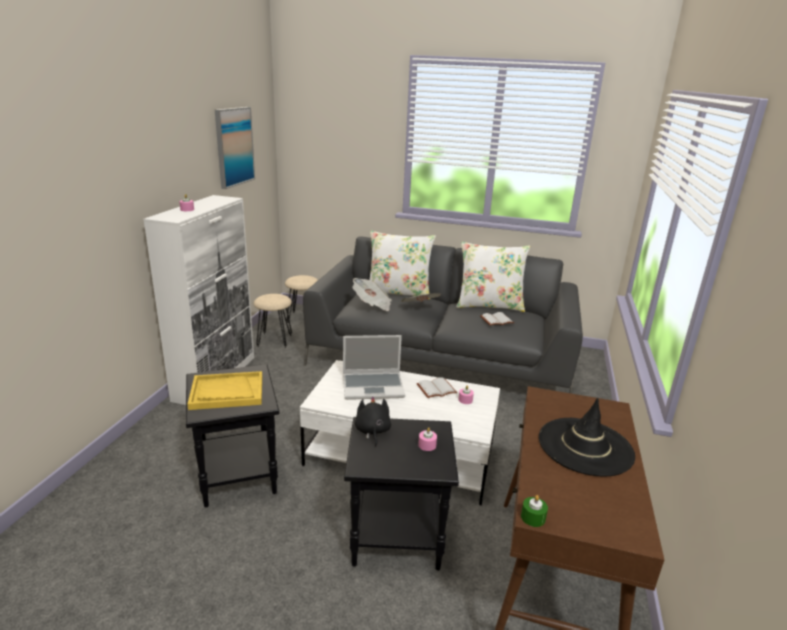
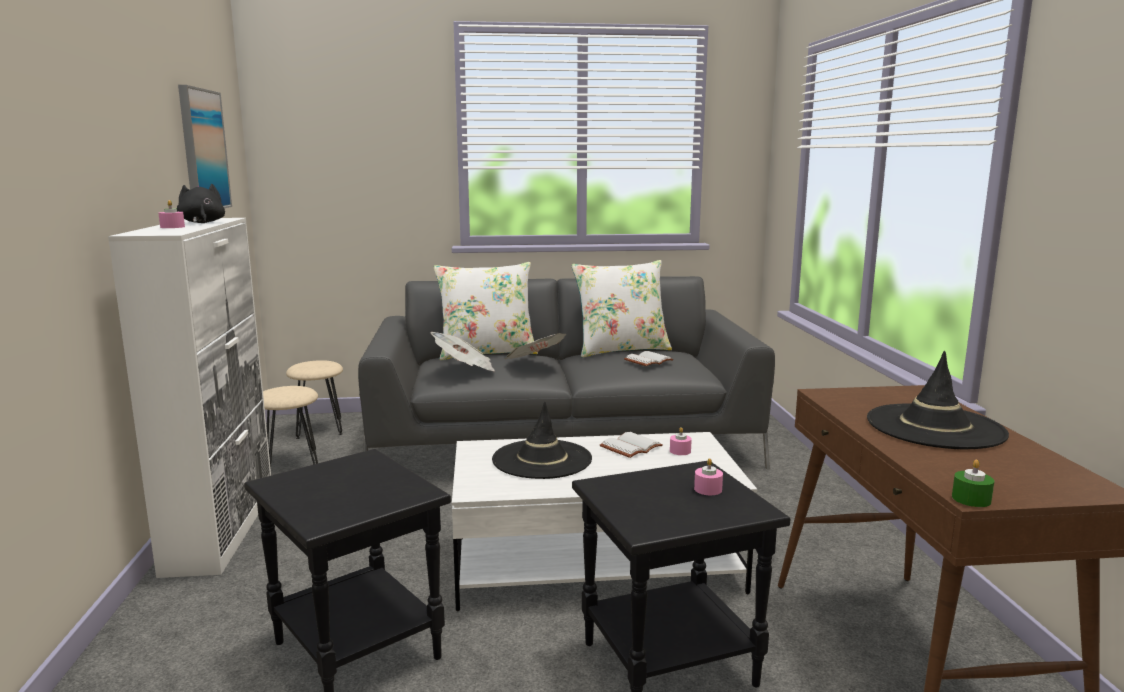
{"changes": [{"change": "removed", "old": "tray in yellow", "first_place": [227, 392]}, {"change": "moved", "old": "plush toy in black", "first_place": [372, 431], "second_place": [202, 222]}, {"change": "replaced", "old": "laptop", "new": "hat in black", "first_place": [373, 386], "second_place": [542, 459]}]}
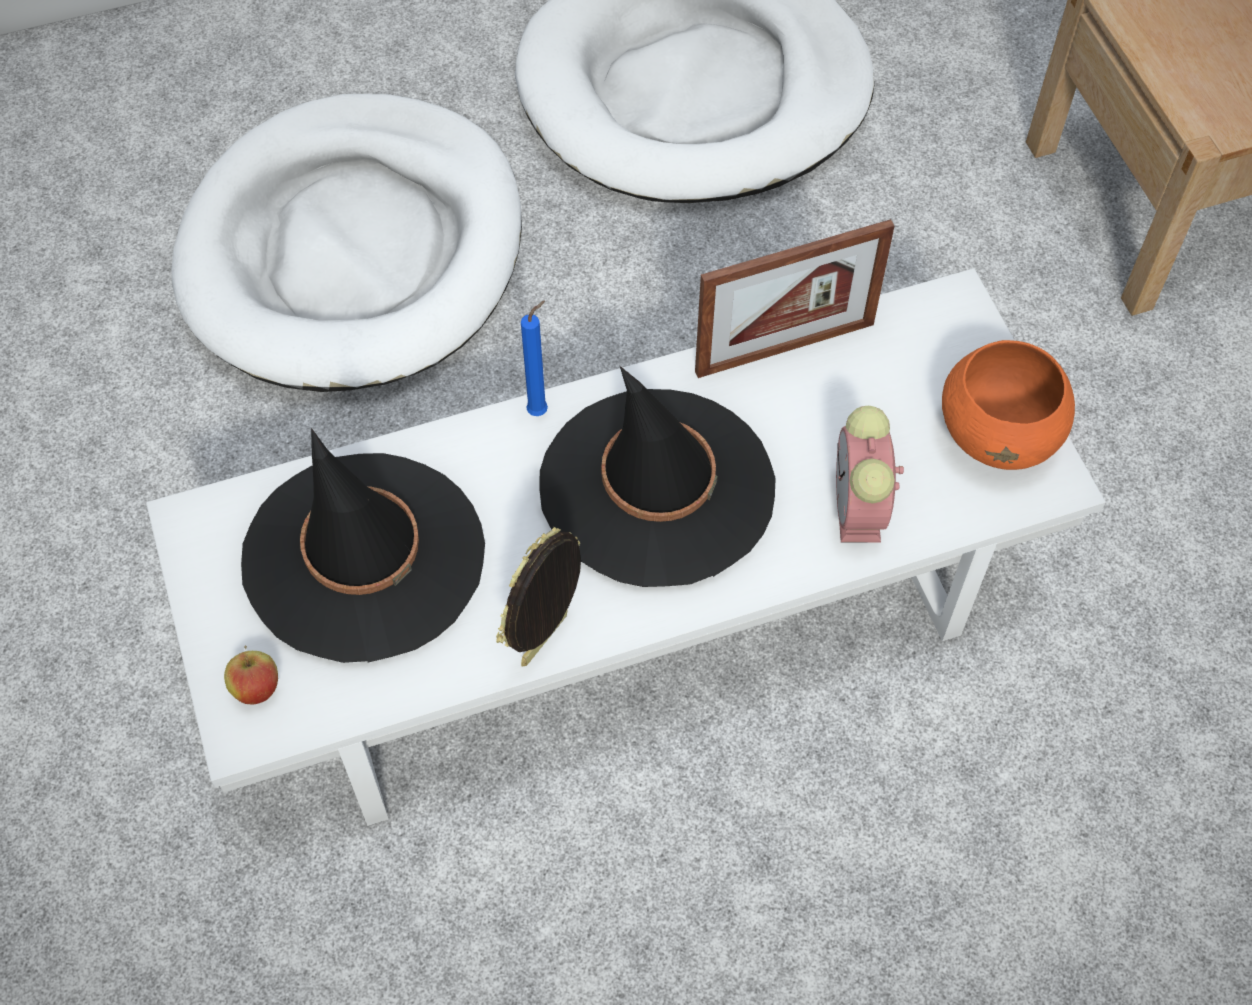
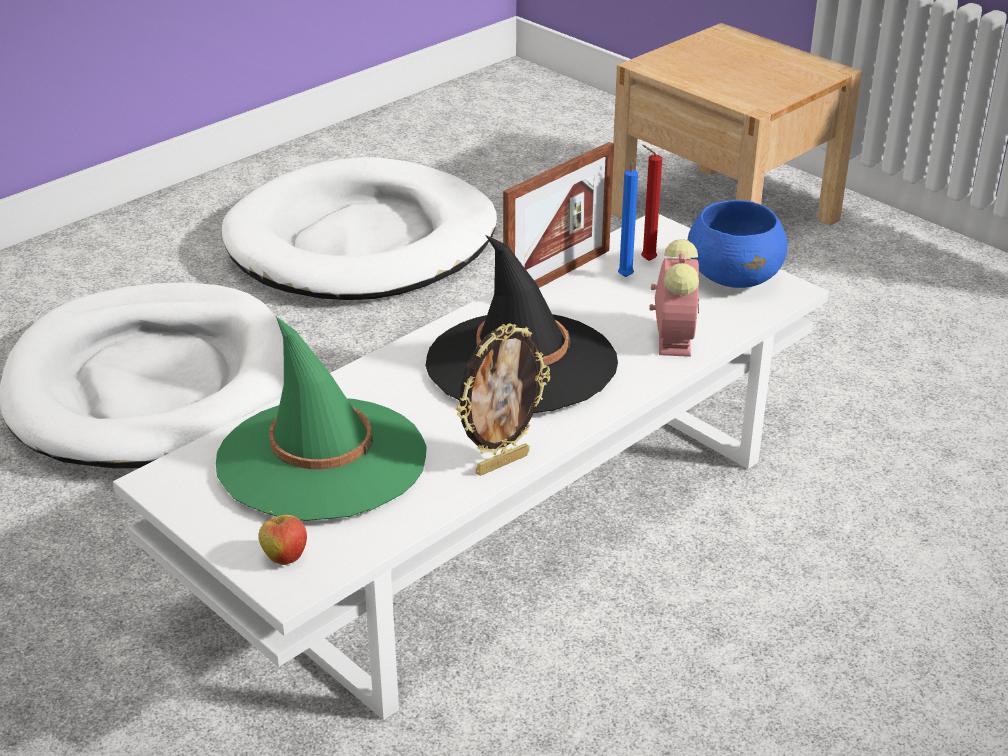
{"changes": [{"change": "added", "new": "candle in red", "second_place": [646, 260]}, {"change": "moved", "old": "candle in blue", "first_place": [540, 410], "second_place": [626, 276]}, {"change": "recoloured", "old": "hat in black", "new": "hat in green", "first_place": [364, 556], "second_place": [322, 459]}, {"change": "recoloured", "old": "bowl in orange", "new": "bowl in blue", "first_place": [999, 433], "second_place": [734, 278]}, {"change": "turned", "old": "picture frame", "first_place": [547, 641], "second_place": [501, 463], "degrees": -135}, {"change": "turned", "old": "alarm clock", "first_place": [859, 511], "second_place": [673, 337], "degrees": -150}]}
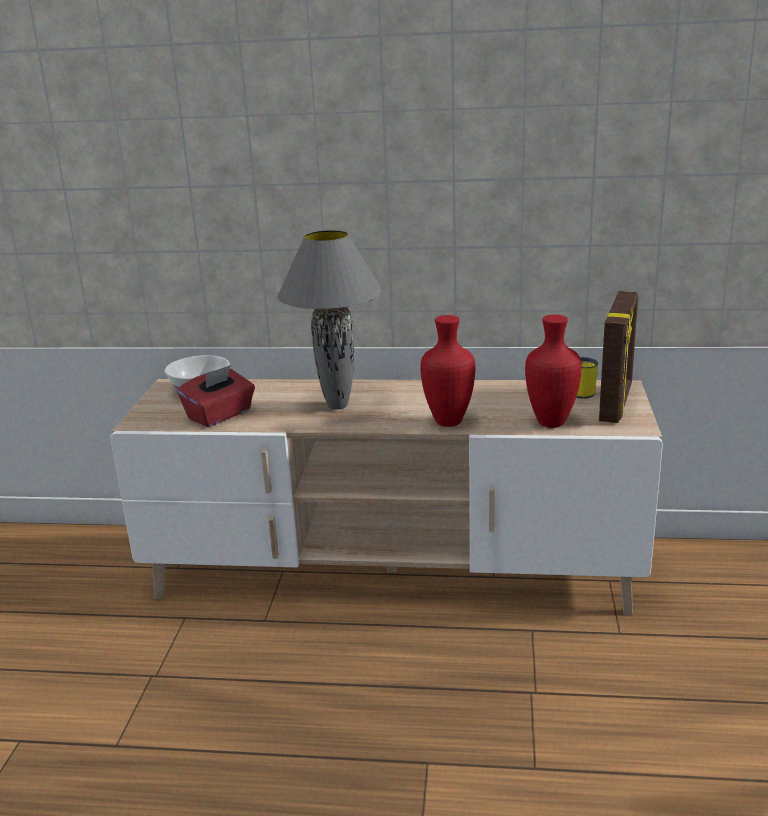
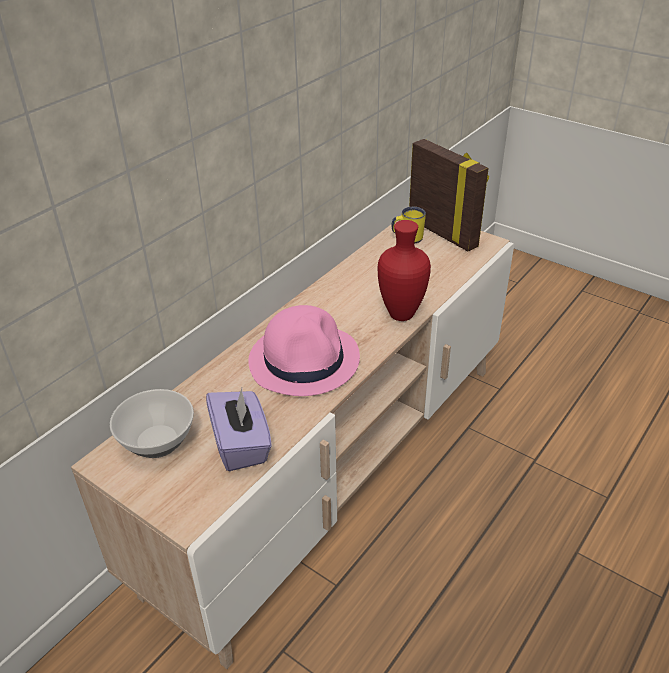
{"changes": [{"change": "removed", "old": "vase in red", "first_place": [550, 424]}, {"change": "replaced", "old": "table lamp in grey", "new": "hat in pink", "first_place": [338, 406], "second_place": [305, 359]}, {"change": "recoloured", "old": "tissue box in red", "new": "tissue box in purple", "first_place": [220, 415], "second_place": [241, 445]}]}
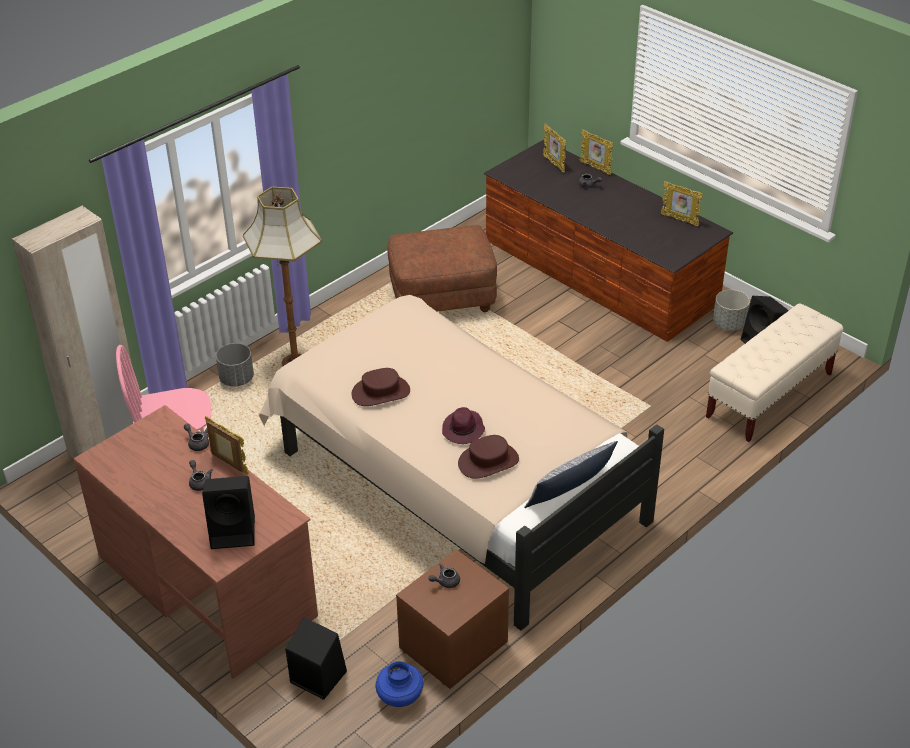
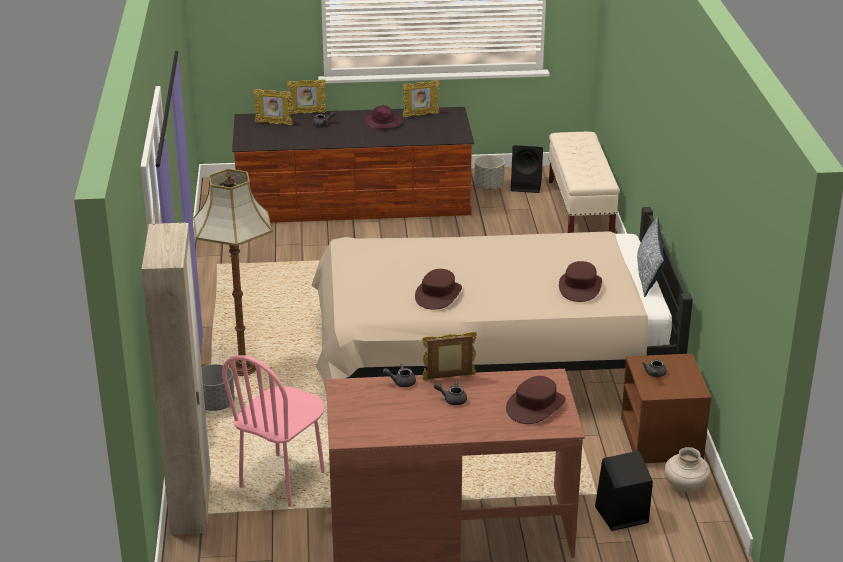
{"changes": [{"change": "removed", "old": "ottoman in brown", "first_place": [443, 298]}, {"change": "moved", "old": "hat in purple", "first_place": [463, 430], "second_place": [383, 123]}, {"change": "replaced", "old": "speaker in black", "new": "hat in brown", "first_place": [234, 531], "second_place": [535, 406]}, {"change": "recoloured", "old": "vase in blue", "new": "vase in beige", "first_place": [400, 697], "second_place": [685, 486]}]}
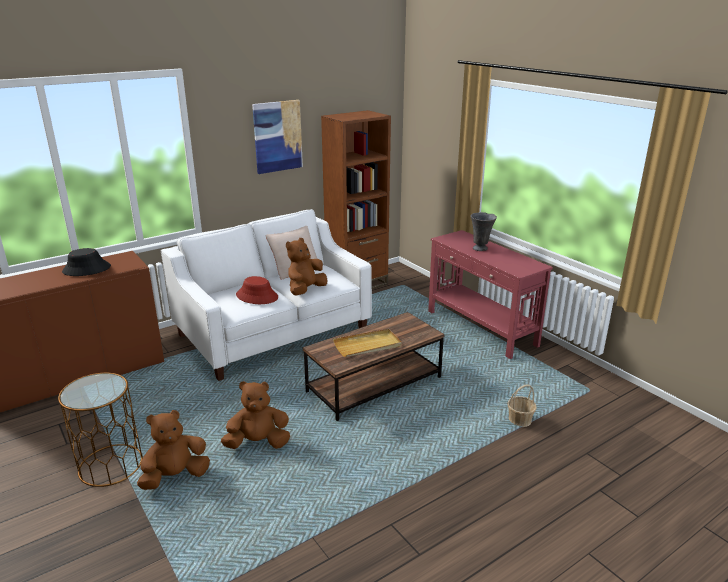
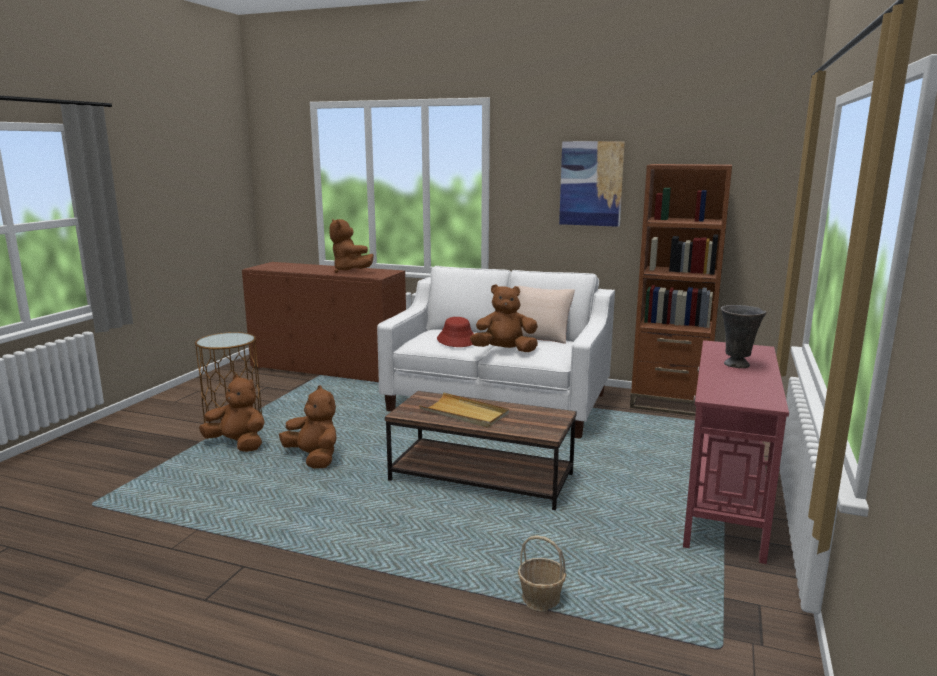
{"changes": [{"change": "replaced", "old": "hat in black", "new": "plush toy in brown", "first_place": [86, 269], "second_place": [350, 271]}]}
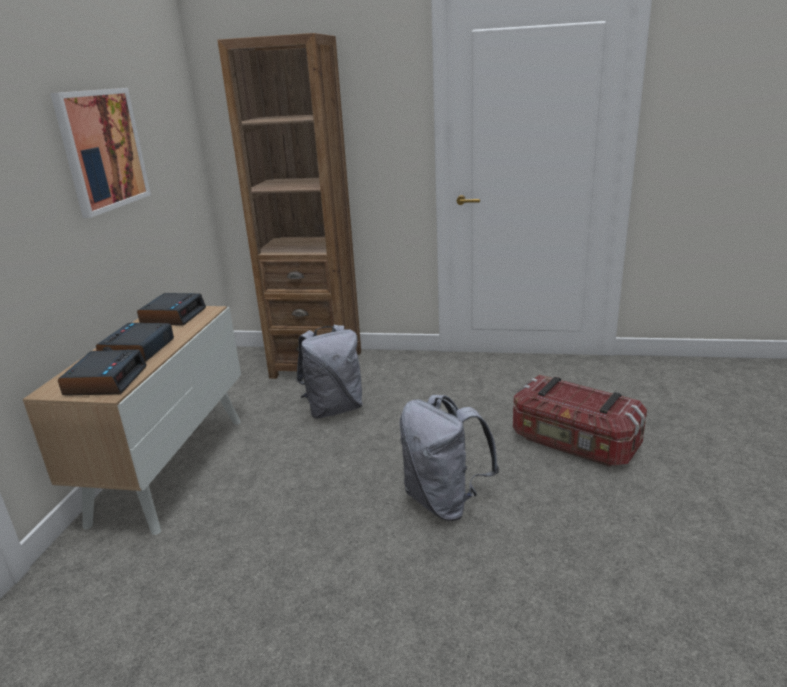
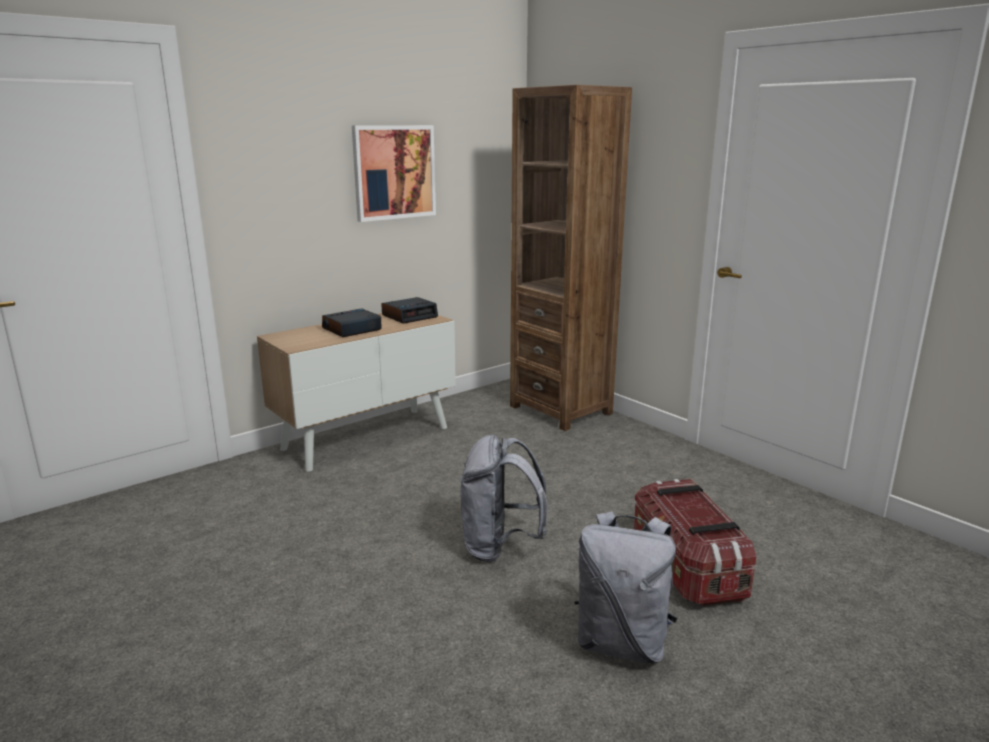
{"changes": [{"change": "removed", "old": "alarm clock", "first_place": [105, 380]}, {"change": "moved", "old": "backpack in grey", "first_place": [334, 409], "second_place": [622, 643]}]}
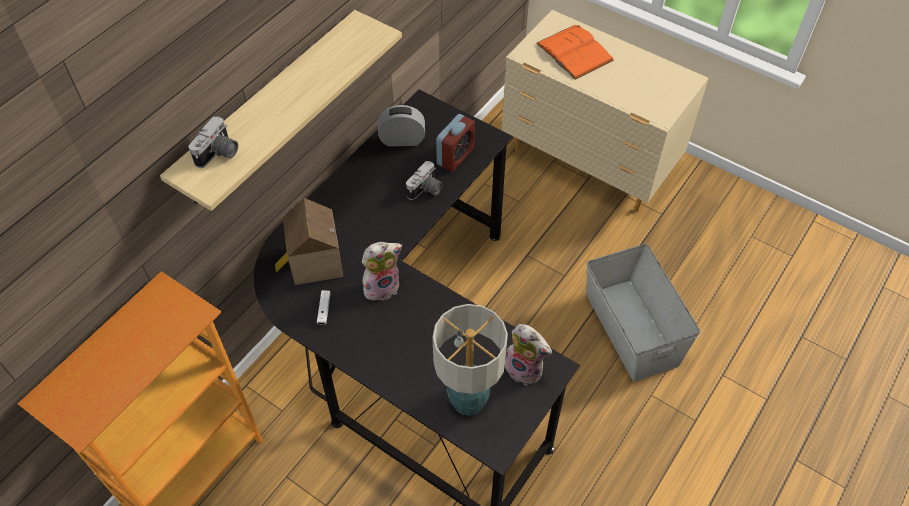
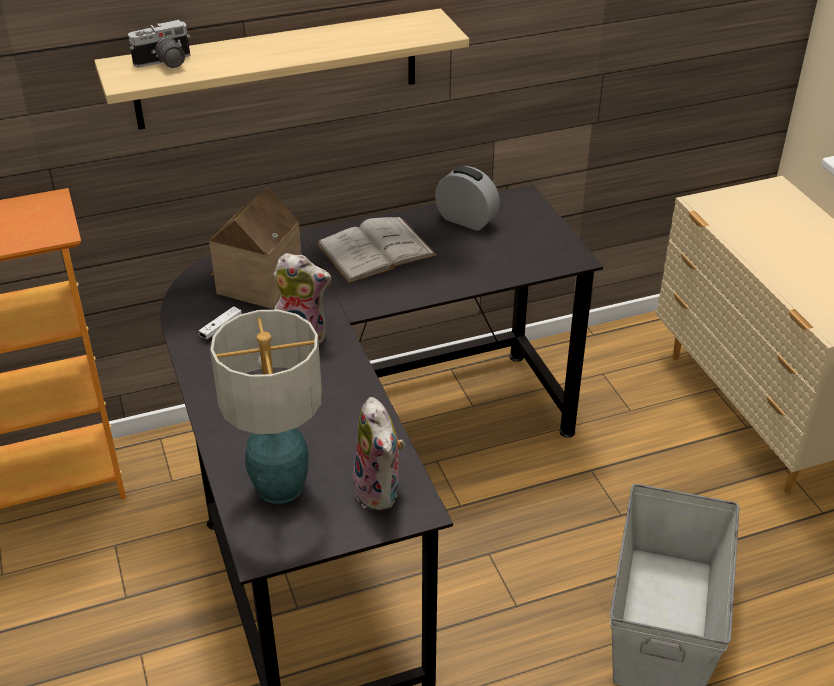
{"changes": [{"change": "removed", "old": "photo camera", "first_place": [426, 190]}, {"change": "removed", "old": "alarm clock", "first_place": [455, 156]}, {"change": "removed", "old": "book in orange", "first_place": [574, 52]}, {"change": "added", "new": "book in white", "second_place": [376, 250]}]}
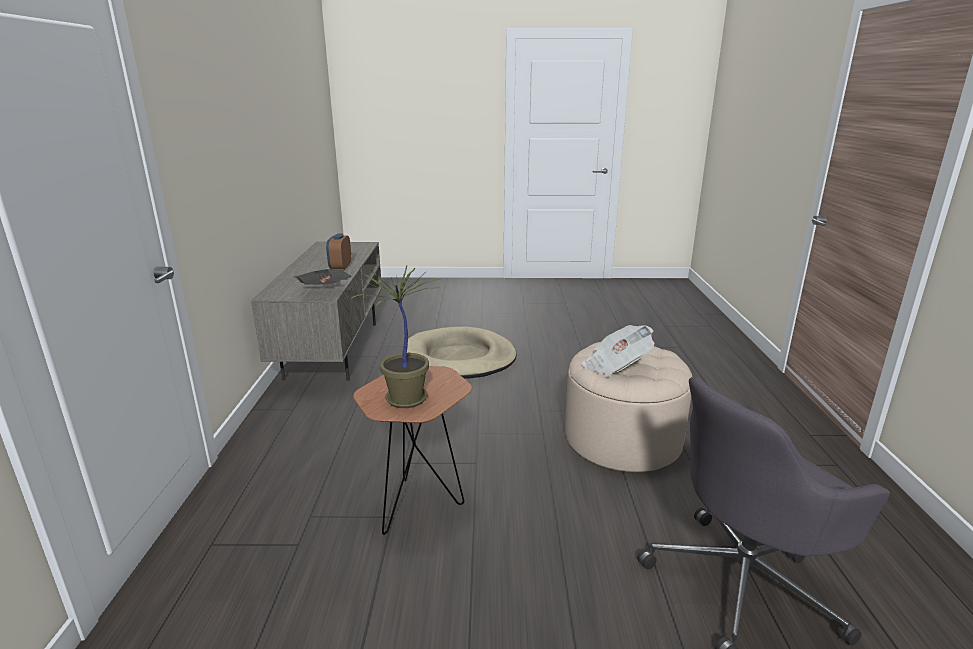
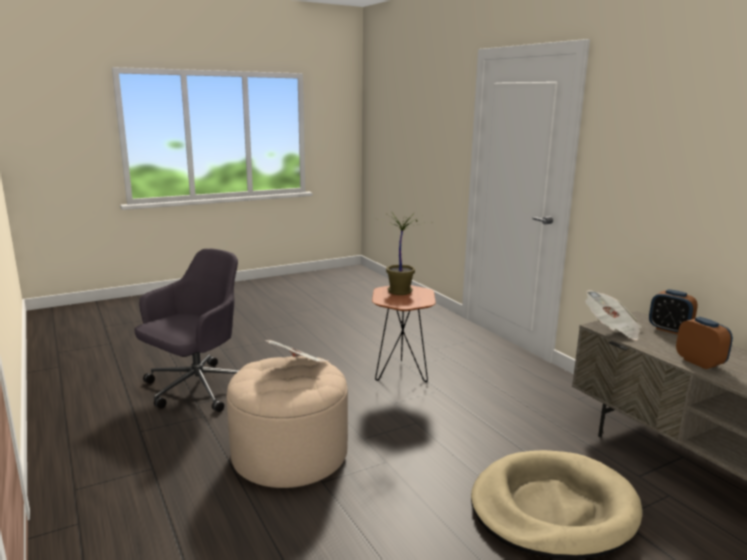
{"changes": [{"change": "added", "new": "alarm clock", "second_place": [669, 329]}]}
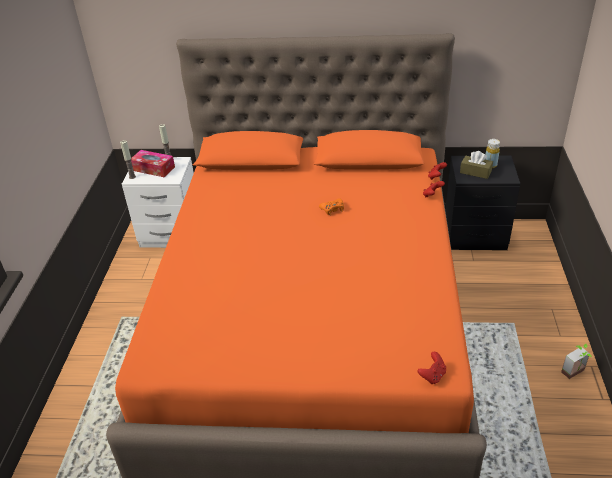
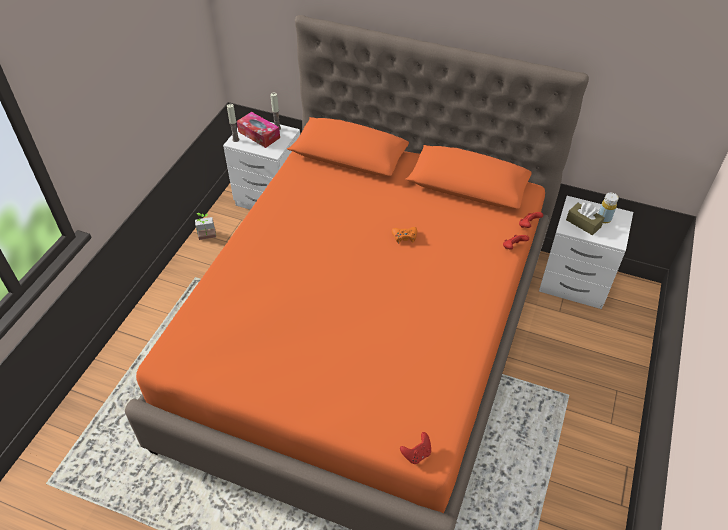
{"changes": [{"change": "moved", "old": "potted plant", "first_place": [576, 374], "second_place": [207, 238]}, {"change": "recoloured", "old": "nightstand in black", "new": "nightstand in white", "first_place": [476, 236], "second_place": [575, 284]}]}
